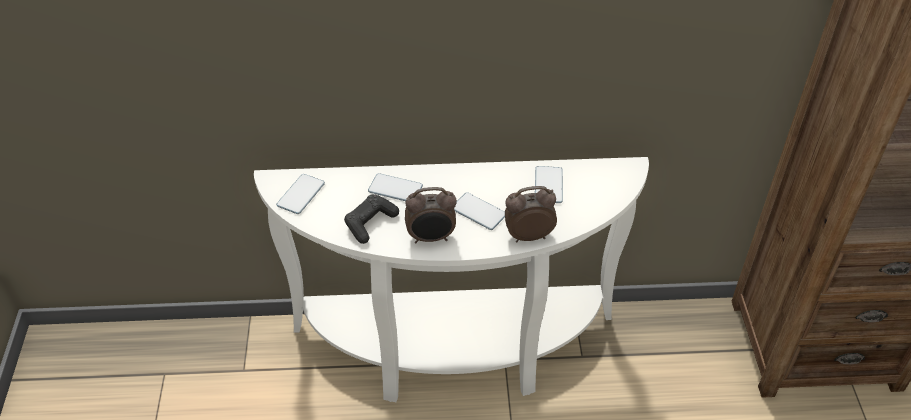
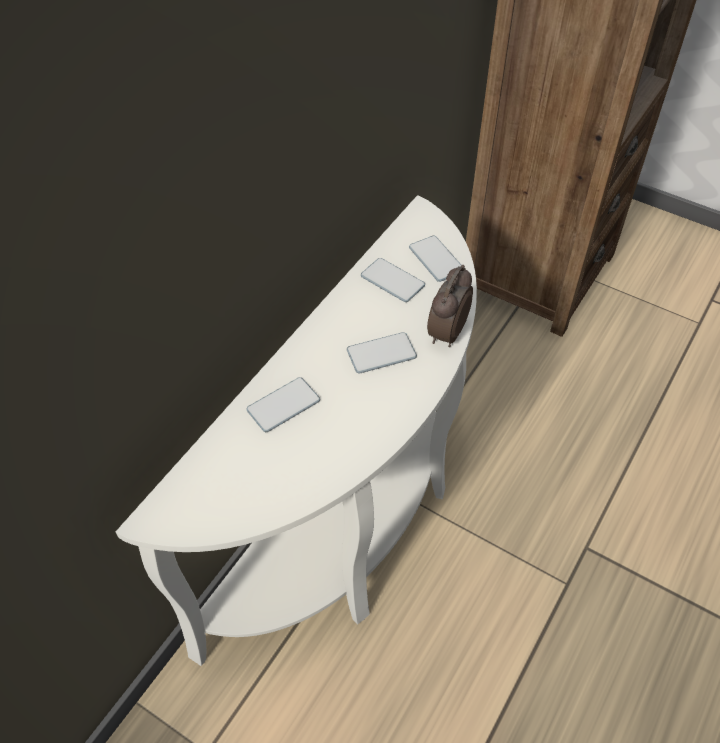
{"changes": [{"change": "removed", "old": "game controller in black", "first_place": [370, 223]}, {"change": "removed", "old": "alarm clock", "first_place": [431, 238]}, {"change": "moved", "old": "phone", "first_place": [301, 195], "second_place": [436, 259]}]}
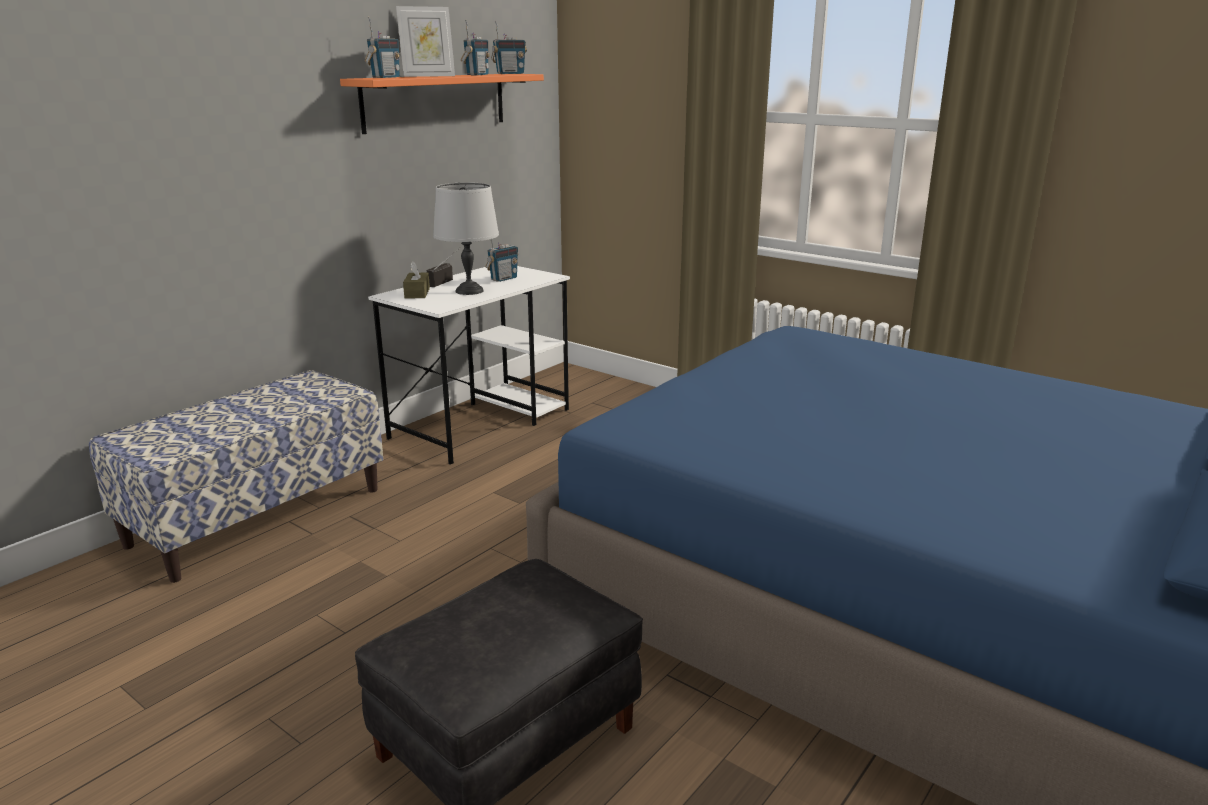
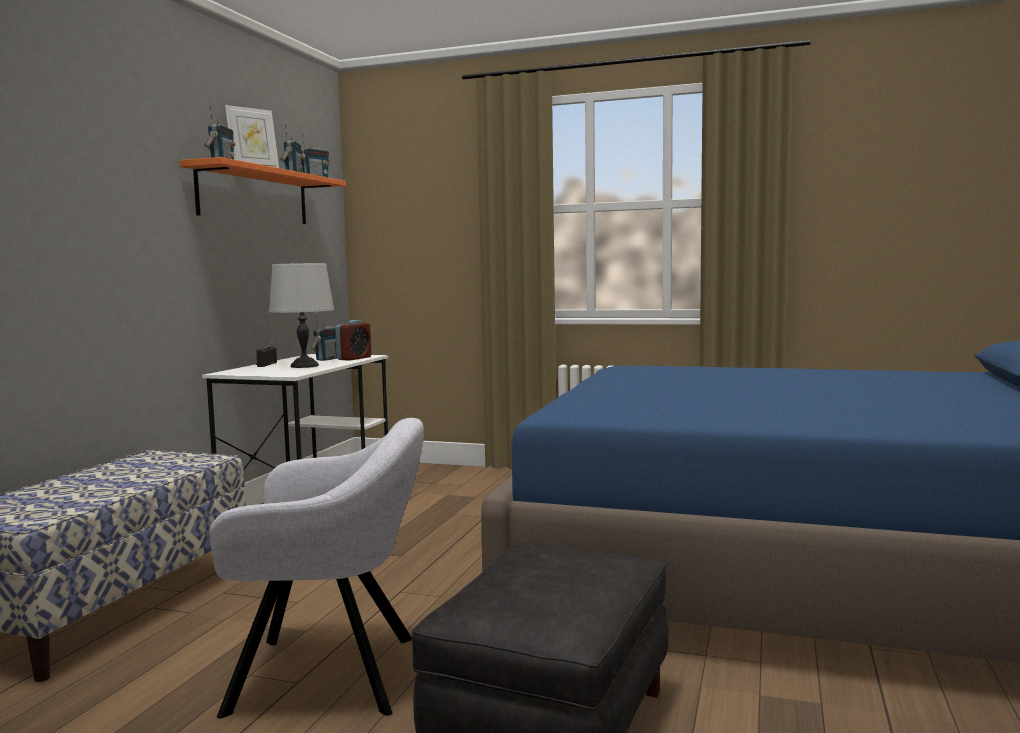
{"changes": [{"change": "removed", "old": "tissue box in brown", "first_place": [417, 293]}, {"change": "added", "new": "armchair in grey", "second_place": [333, 674]}, {"change": "added", "new": "alarm clock", "second_place": [354, 358]}]}
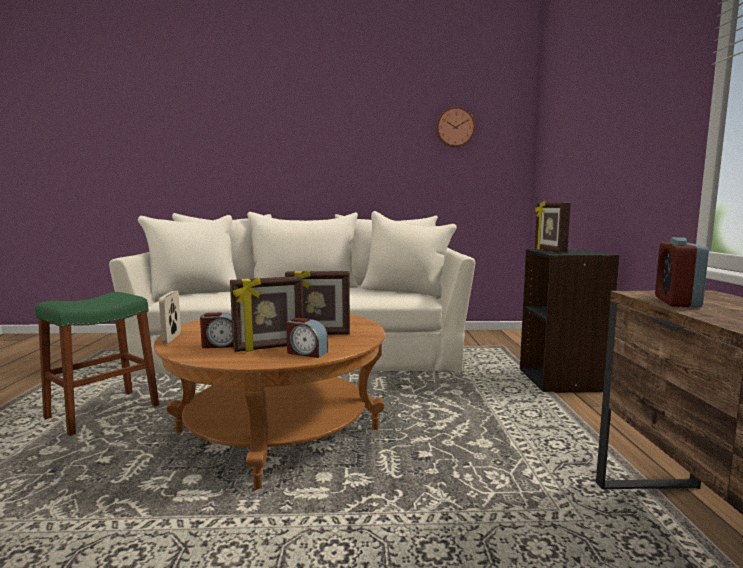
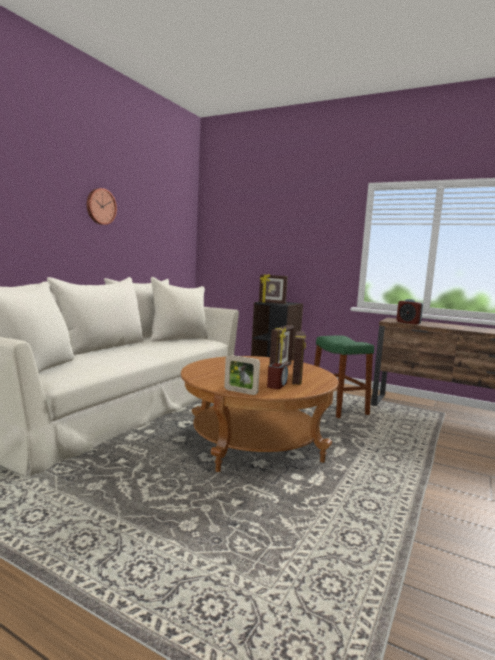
{"changes": [{"change": "removed", "old": "alarm clock", "first_place": [306, 353]}, {"change": "moved", "old": "stool in green", "first_place": [103, 412], "second_place": [338, 408]}, {"change": "moved", "old": "wall clock", "first_place": [455, 127], "second_place": [100, 206]}]}
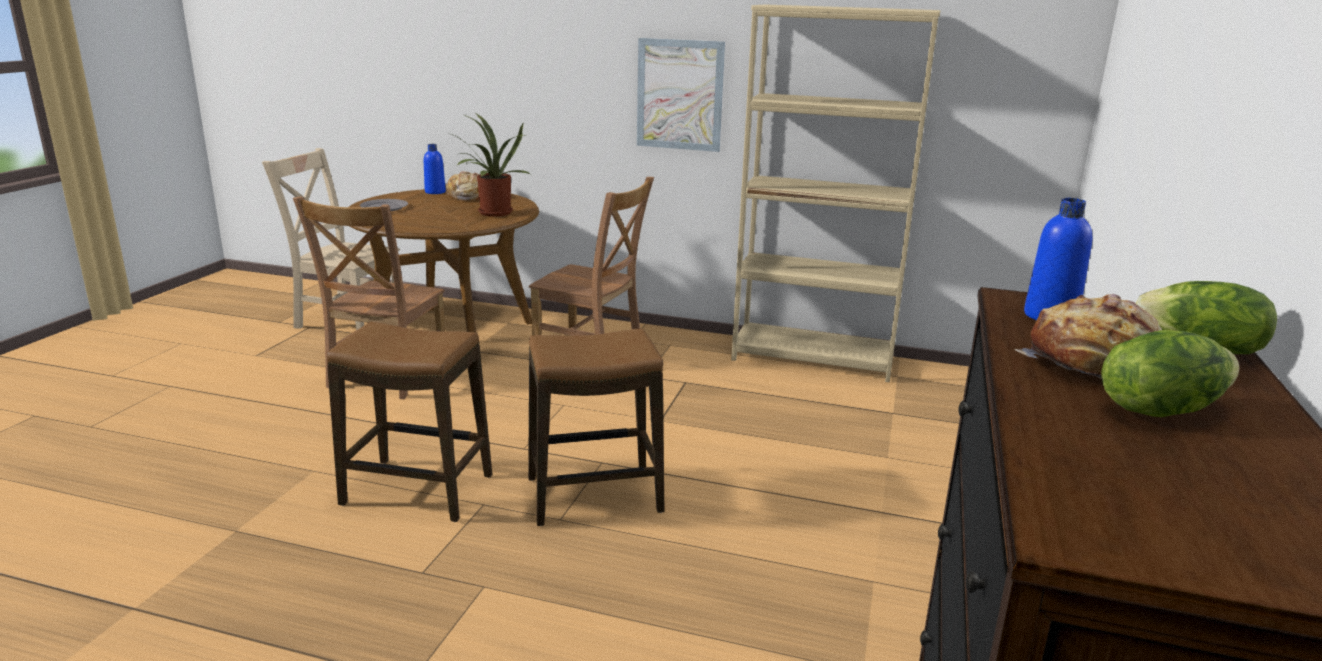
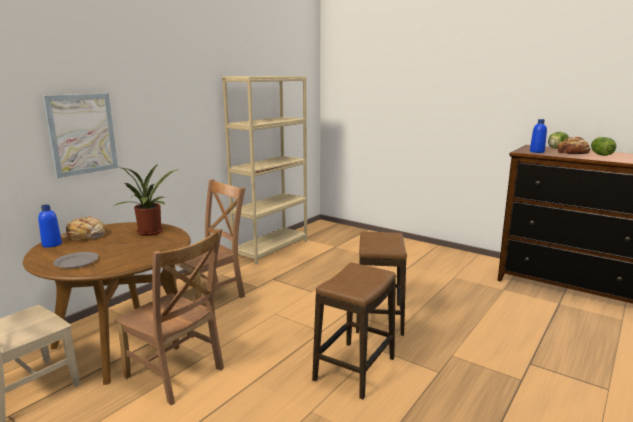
{"changes": [{"change": "moved", "old": "picture", "first_place": [679, 95], "second_place": [82, 134]}]}
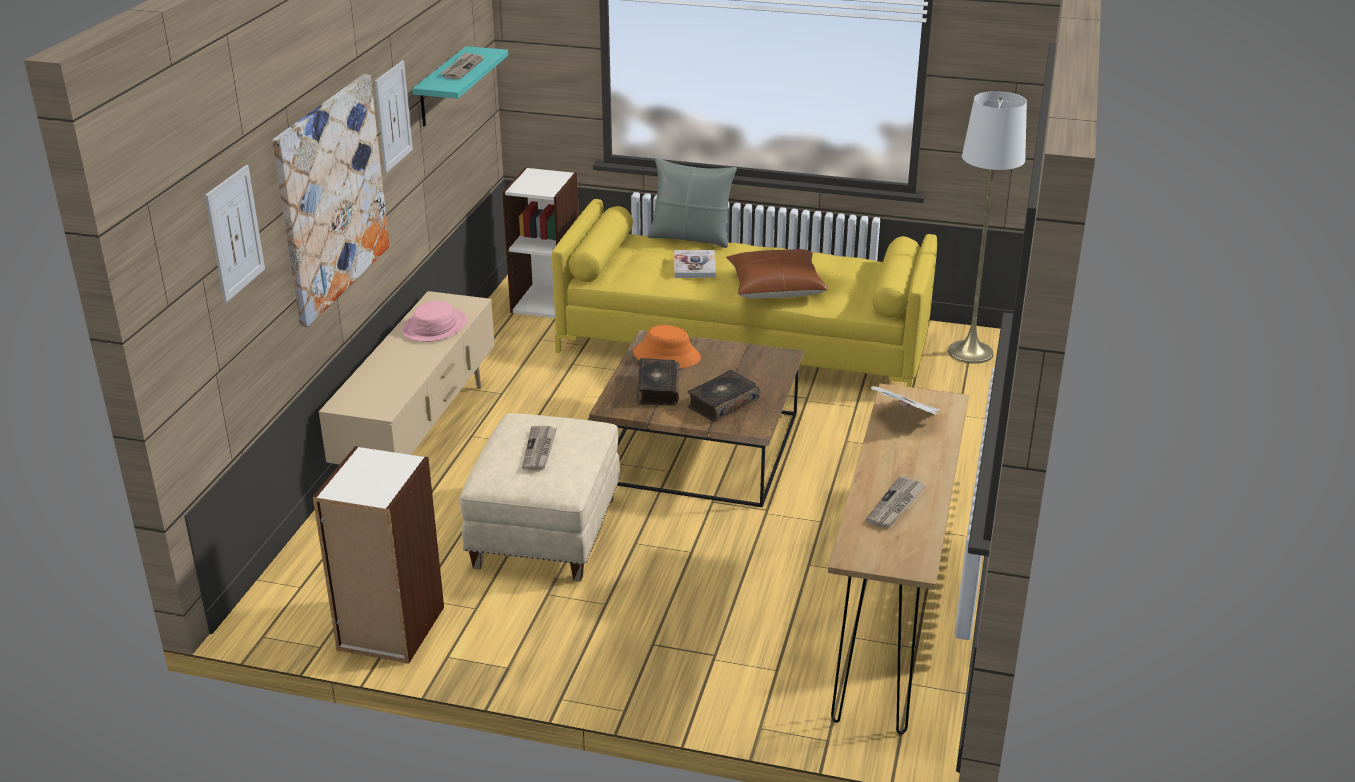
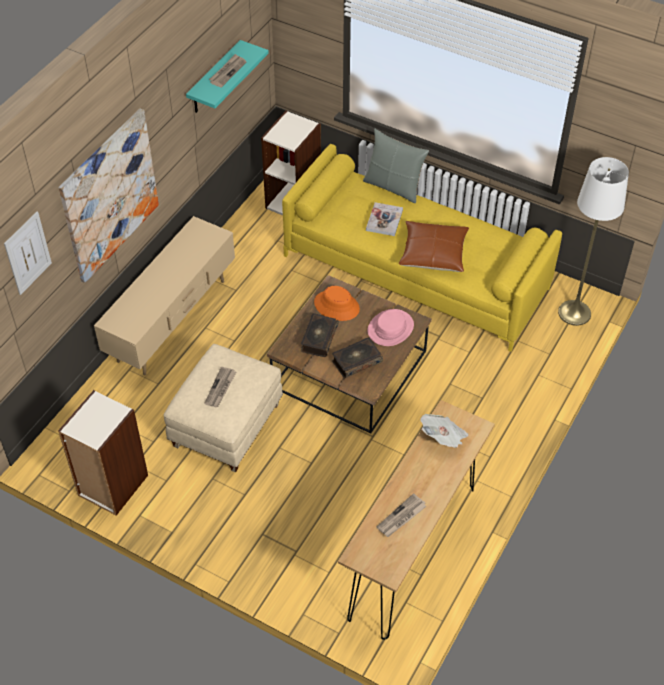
{"changes": [{"change": "removed", "old": "picture", "first_place": [393, 116]}, {"change": "moved", "old": "hat in pink", "first_place": [434, 327], "second_place": [390, 328]}]}
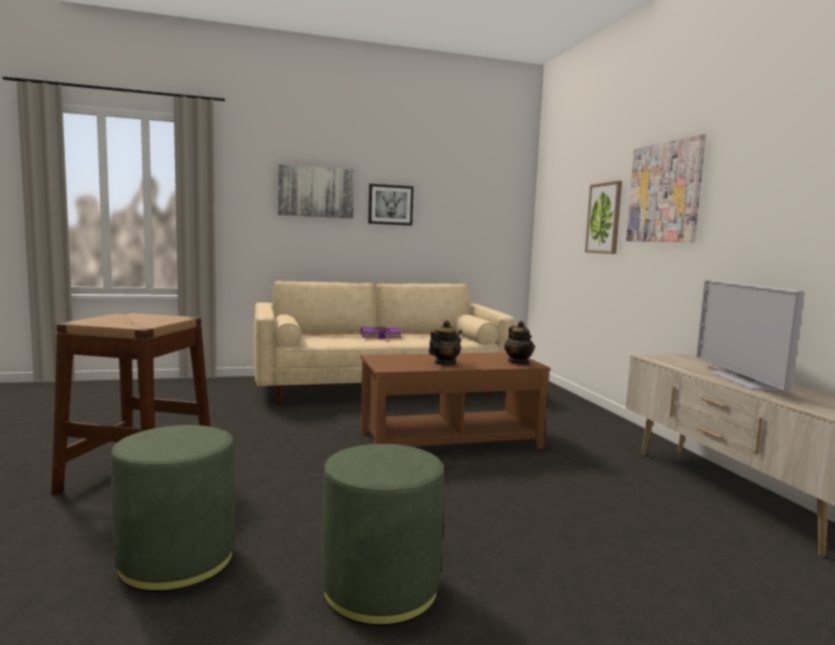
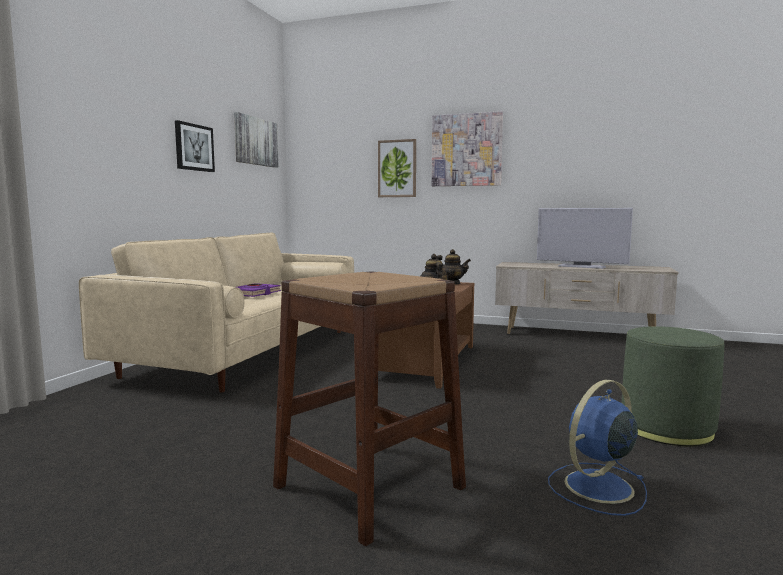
{"changes": [{"change": "moved", "old": "picture", "first_place": [316, 192], "second_place": [255, 141]}, {"change": "replaced", "old": "ottoman in green", "new": "fan in blue", "first_place": [176, 560], "second_place": [596, 487]}]}
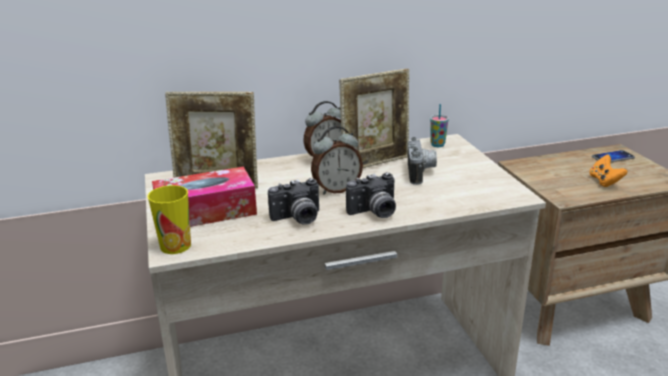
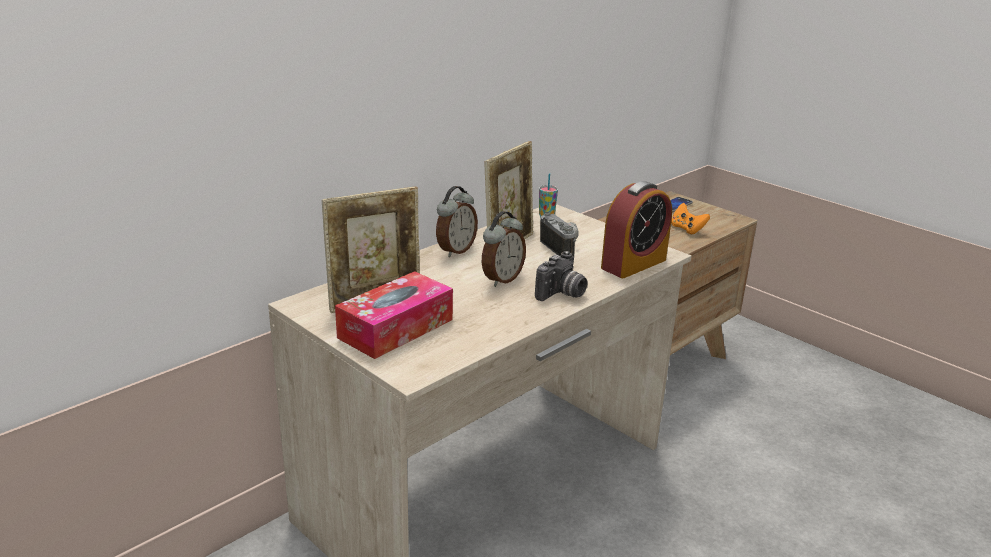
{"changes": [{"change": "removed", "old": "cup", "first_place": [175, 246]}, {"change": "removed", "old": "photo camera", "first_place": [298, 219]}, {"change": "added", "new": "alarm clock", "second_place": [633, 264]}]}
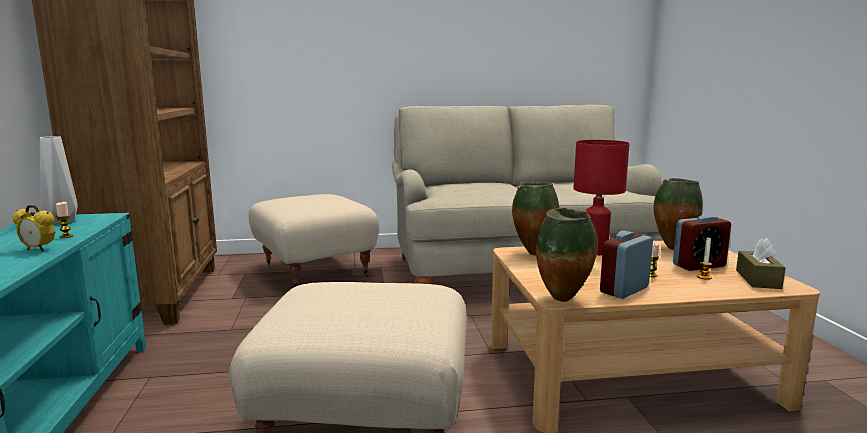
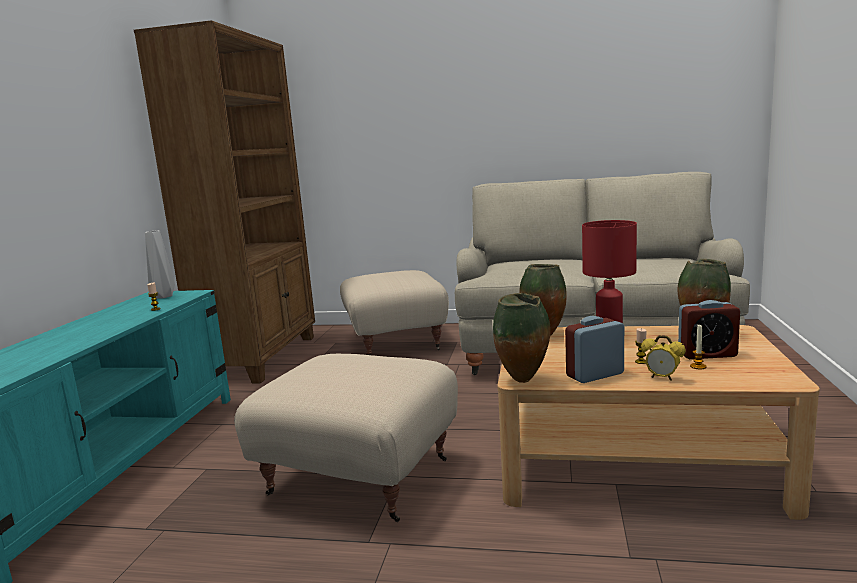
{"changes": [{"change": "removed", "old": "tissue box in brown", "first_place": [758, 279]}, {"change": "moved", "old": "alarm clock", "first_place": [38, 249], "second_place": [662, 378]}]}
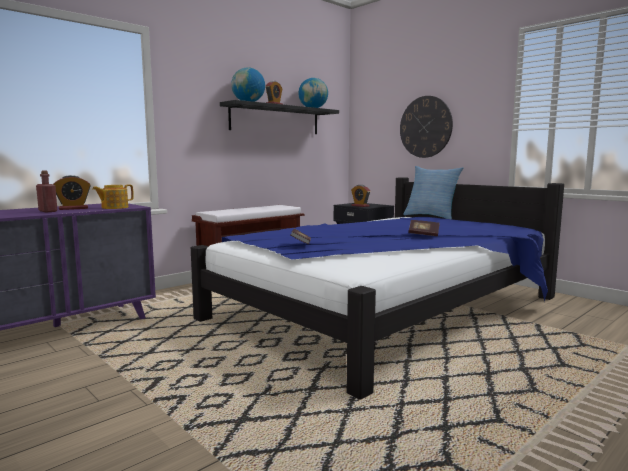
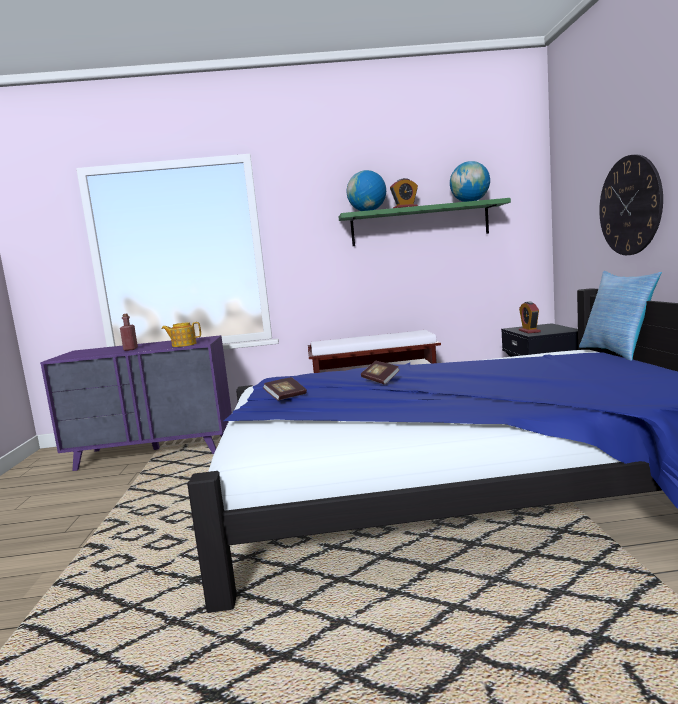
{"changes": [{"change": "removed", "old": "alarm clock", "first_place": [73, 208]}, {"change": "moved", "old": "book", "first_place": [423, 234], "second_place": [380, 380]}, {"change": "recoloured", "old": "shelf in black", "new": "shelf in green", "first_place": [276, 119], "second_place": [420, 224]}]}
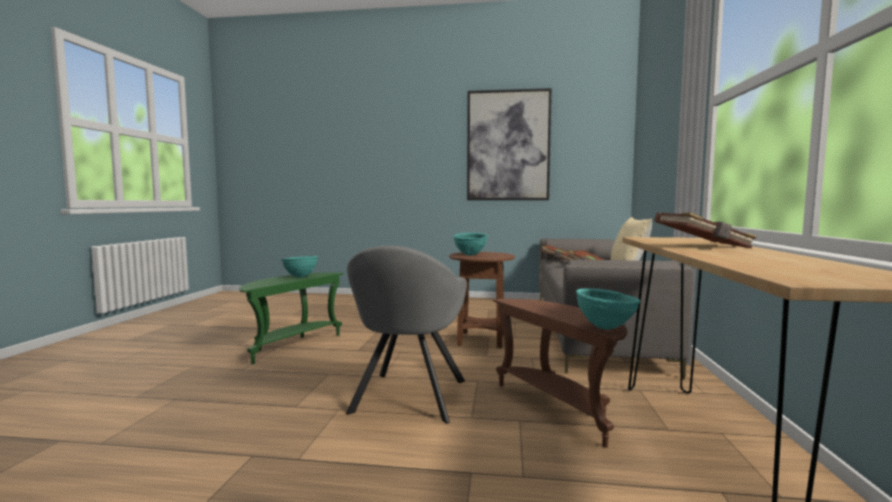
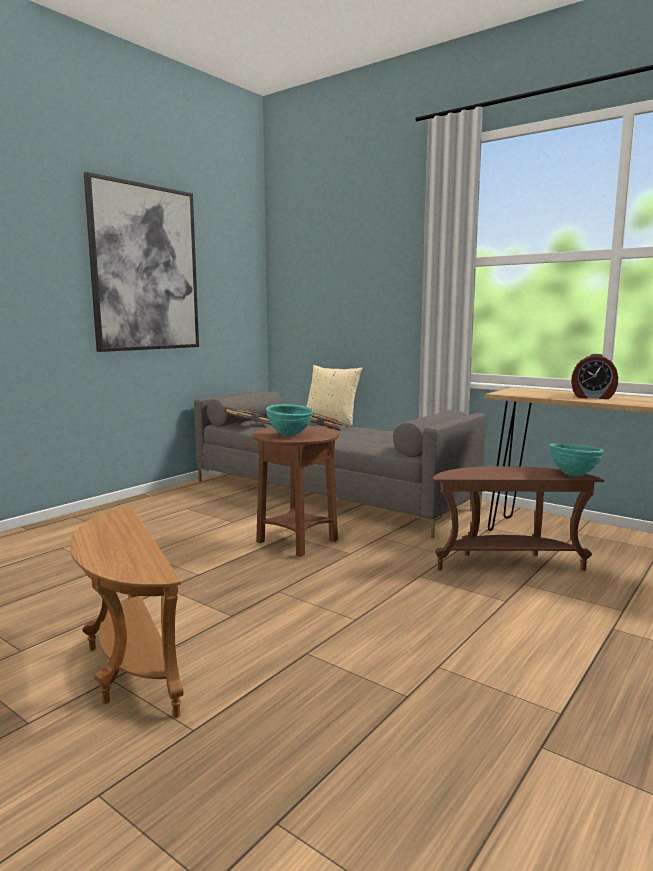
{"changes": [{"change": "removed", "old": "bowl in turquoise", "first_place": [300, 277]}, {"change": "removed", "old": "armchair in grey", "first_place": [408, 399]}, {"change": "replaced", "old": "book in brown", "new": "alarm clock", "first_place": [703, 246], "second_place": [592, 397]}, {"change": "recoloured", "old": "side table in green", "new": "side table in brown", "first_place": [291, 346], "second_place": [128, 666]}]}
